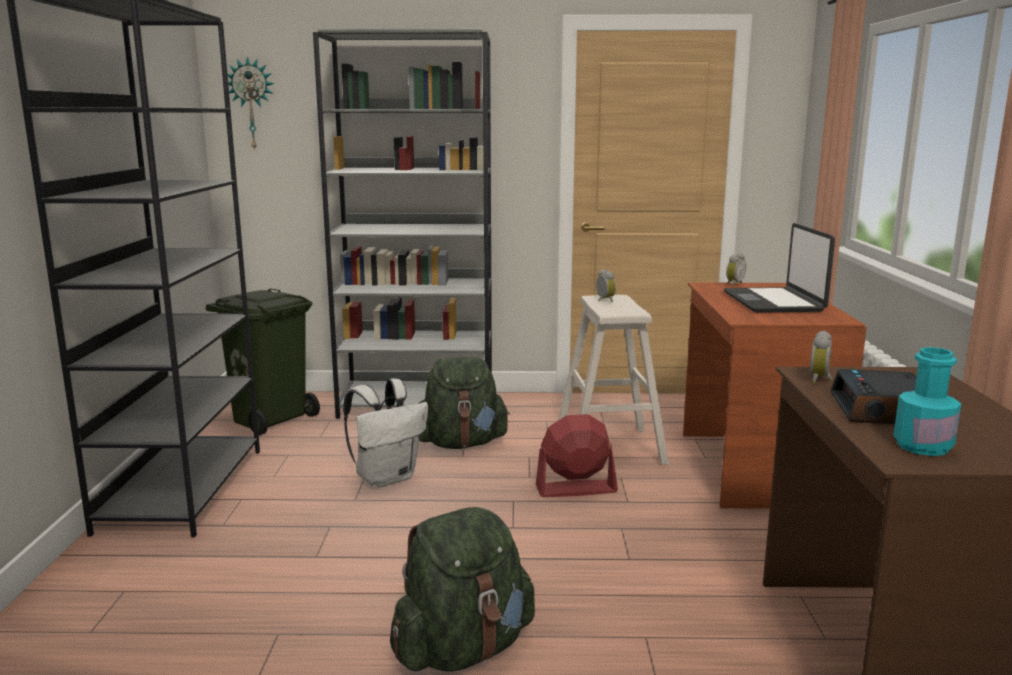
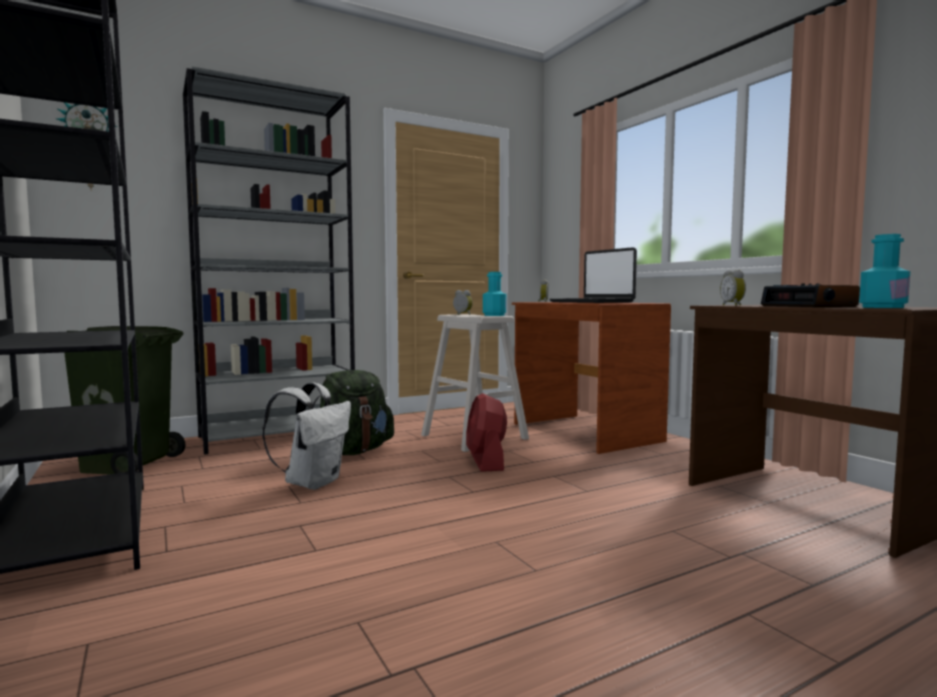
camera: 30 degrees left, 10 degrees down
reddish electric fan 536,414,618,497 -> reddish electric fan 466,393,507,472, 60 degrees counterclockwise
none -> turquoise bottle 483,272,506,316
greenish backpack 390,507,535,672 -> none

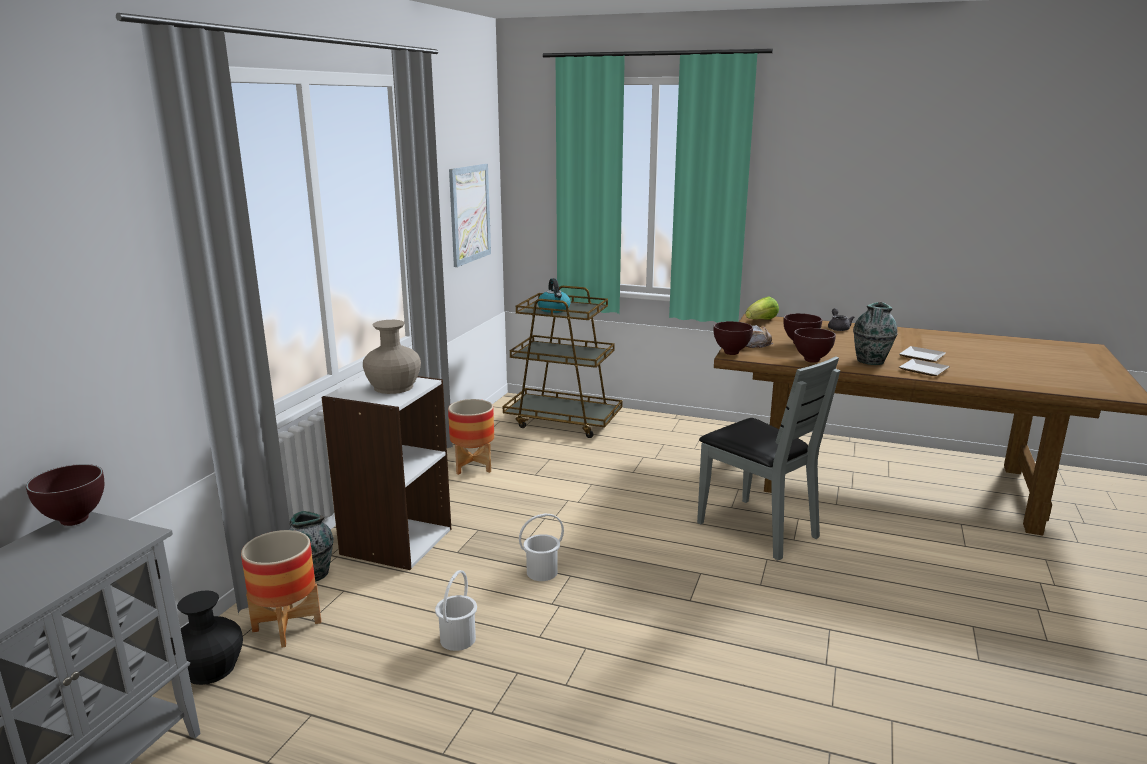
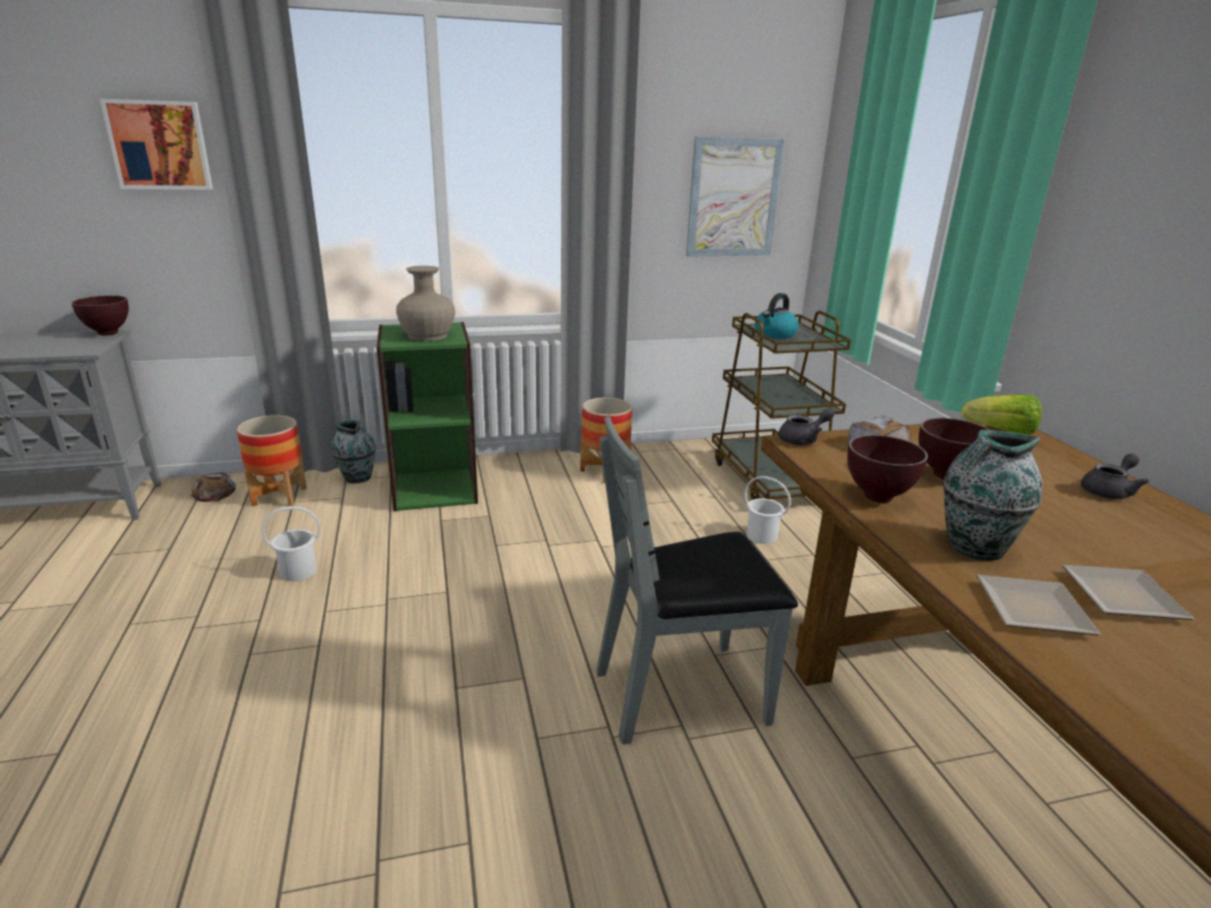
camera: 55 degrees right, 5 degrees up
none -> wall art 100,99,213,190
blackish flower vase 177,590,243,685 -> bread 190,472,236,502
whitish shelving unit 322,375,451,570 -> greenish shelving unit 376,322,478,511
gray upright chair 697,356,840,560 -> gray upright chair 596,416,798,745, 60 degrees clockwise
whitish pail 519,514,564,581 -> whitish pail 744,476,791,544, moved
brownish bowl 714,321,753,355 -> gray teapot 778,408,834,445

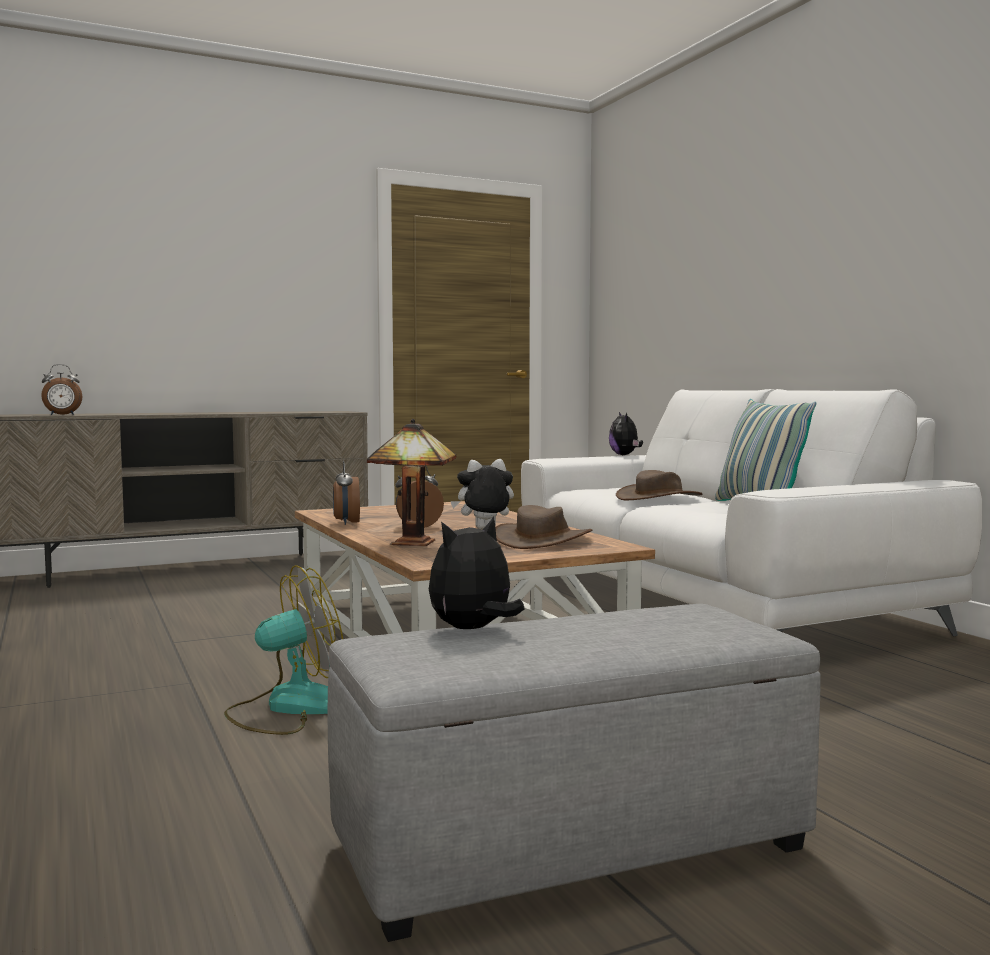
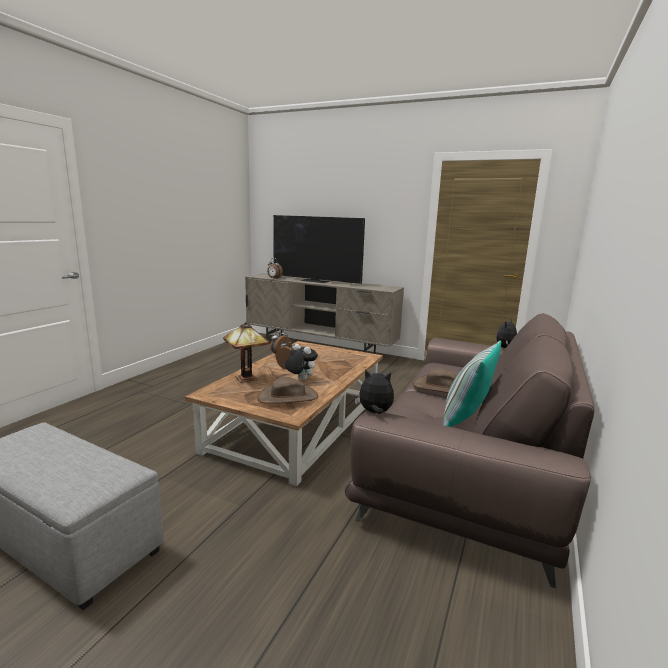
camera: 50 degrees right, 10 degrees up
none -> TV 273,215,365,284
whitish settee 521,389,982,636 -> brownish settee 345,313,594,588
plush toy 429,516,525,629 -> plush toy 355,369,394,414, moved
electric fan 224,565,343,735 -> none

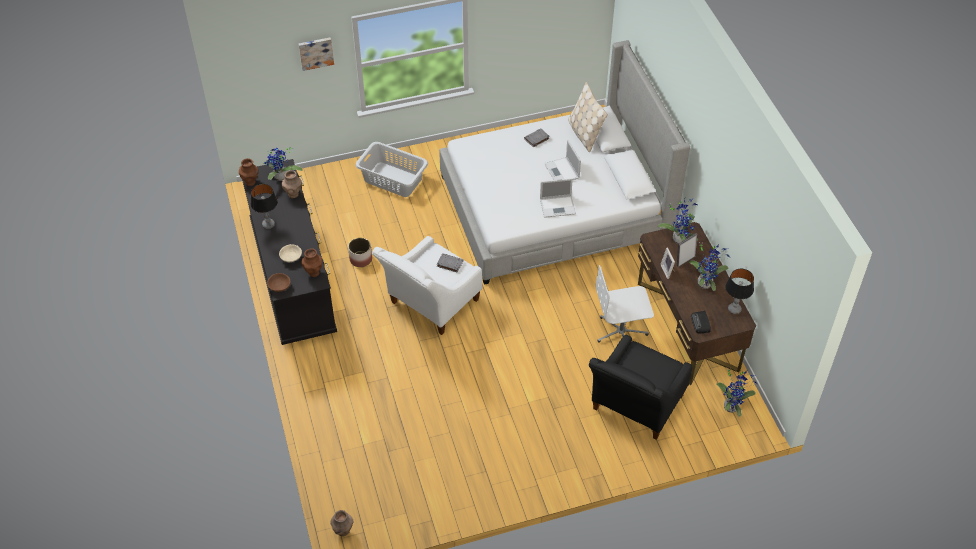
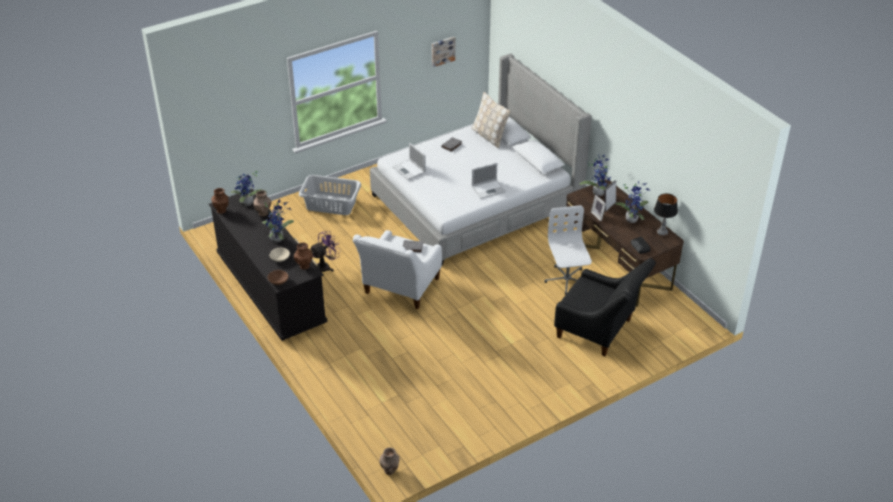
camera: 15 degrees left, 10 degrees down
plant in a pot 716,369,757,417 -> plant in a pot 262,199,294,243, moved
planter 348,238,372,267 -> purple electric fan 310,231,340,272
notebook computer 544,140,581,180 -> notebook computer 393,143,426,180, moved
wall art 298,38,334,71 -> wall art 432,37,455,67, moved
whitish desk chair 595,265,654,343 -> whitish desk chair 544,205,592,295, 105 degrees clockwise
blackish lounge chair 589,335,692,440 -> blackish lounge chair 554,258,656,356, 75 degrees counterclockwise
tabletop lamp 251,184,278,229 -> none

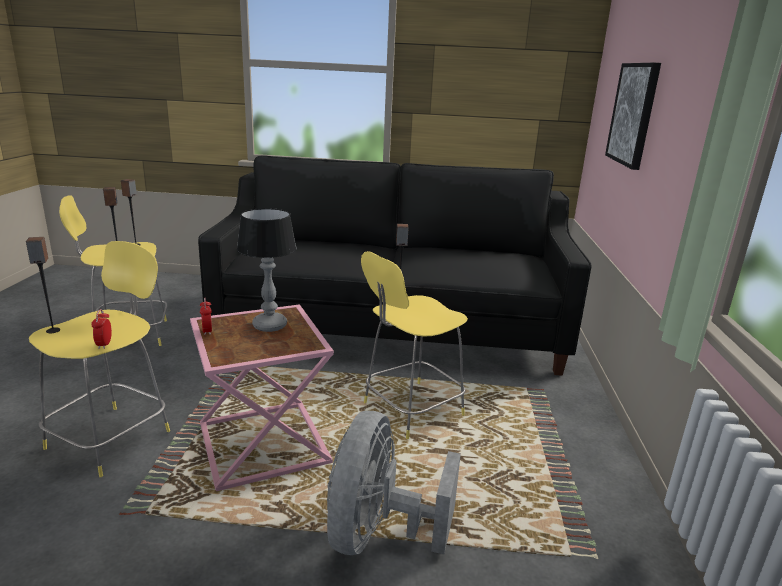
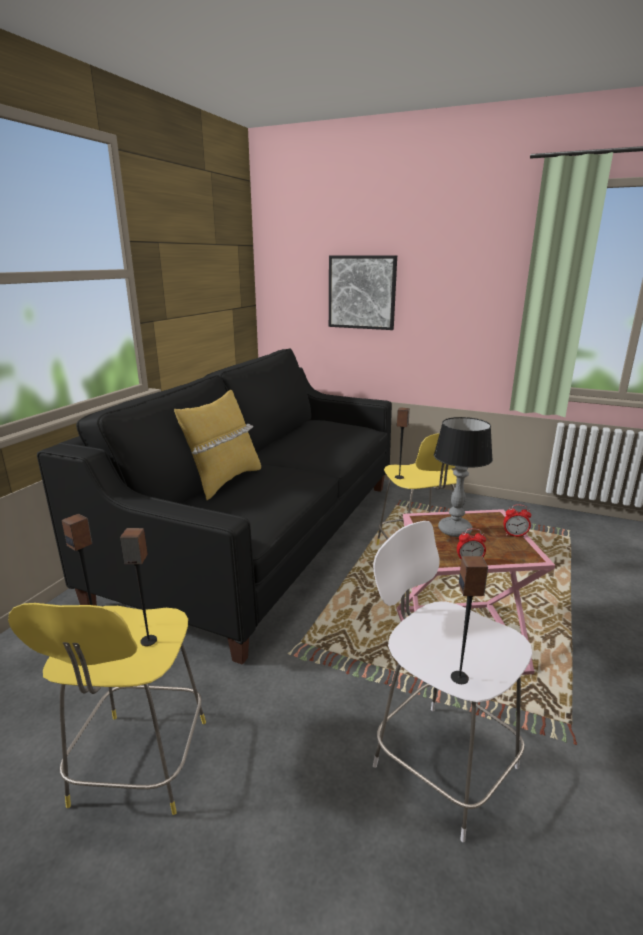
camera: 70 degrees left, 0 degrees up
none -> yellow cushion 174,390,261,500
yellow stool seat 29,241,170,477 -> whitish stool seat 373,521,532,842
alarm clock 92,309,112,349 -> alarm clock 503,504,531,537, moved
gray electric fan 327,411,461,555 -> none

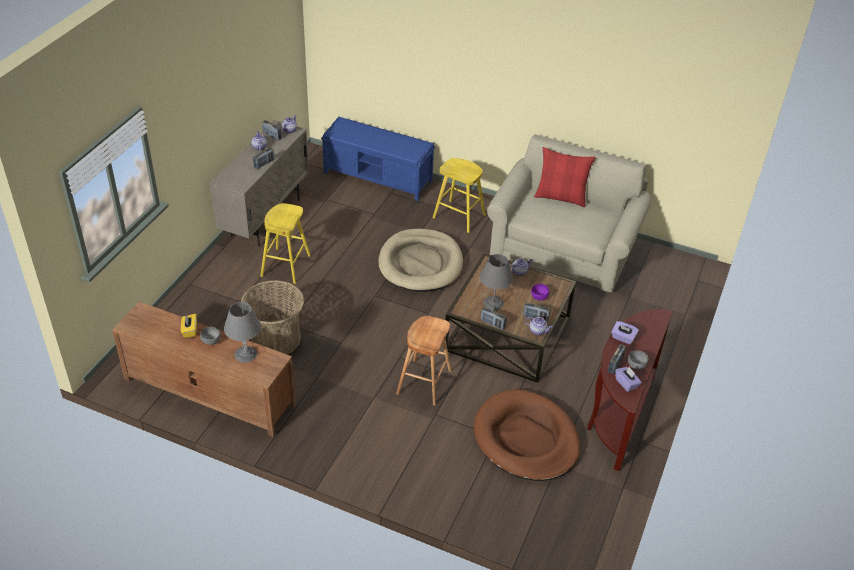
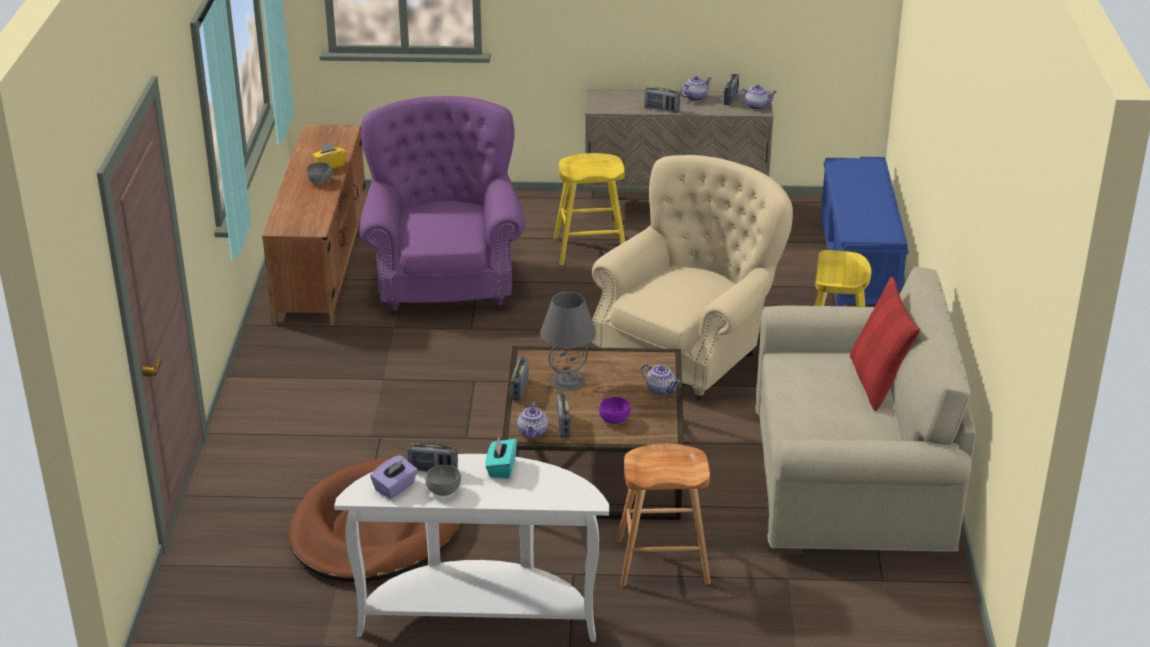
camera: 70 degrees right, 10 degrees down
brownish console table 588,309,673,471 -> whitish console table 334,454,609,642
basket 241,280,304,354 -> purple lounge chair 360,96,525,315
purple box of tissues 611,321,639,344 -> turquoise box of tissues 485,436,517,479
sand-coloured dog cushion 378,229,463,292 -> sand-coloured lounge chair 592,155,793,400
brownish stool seat 396,316,452,406 -> brownish stool seat 616,444,711,587, moved
gray tabletop lamp 224,302,261,363 -> none

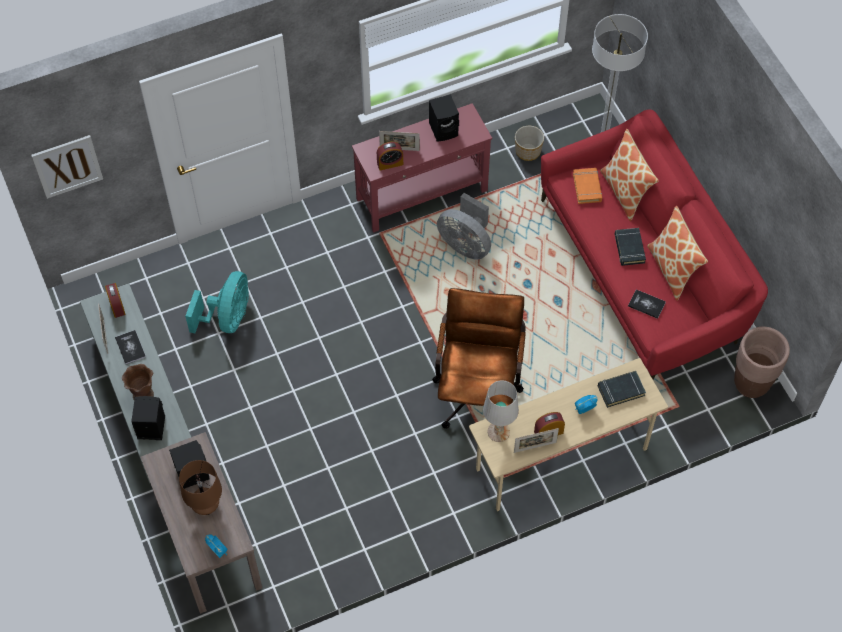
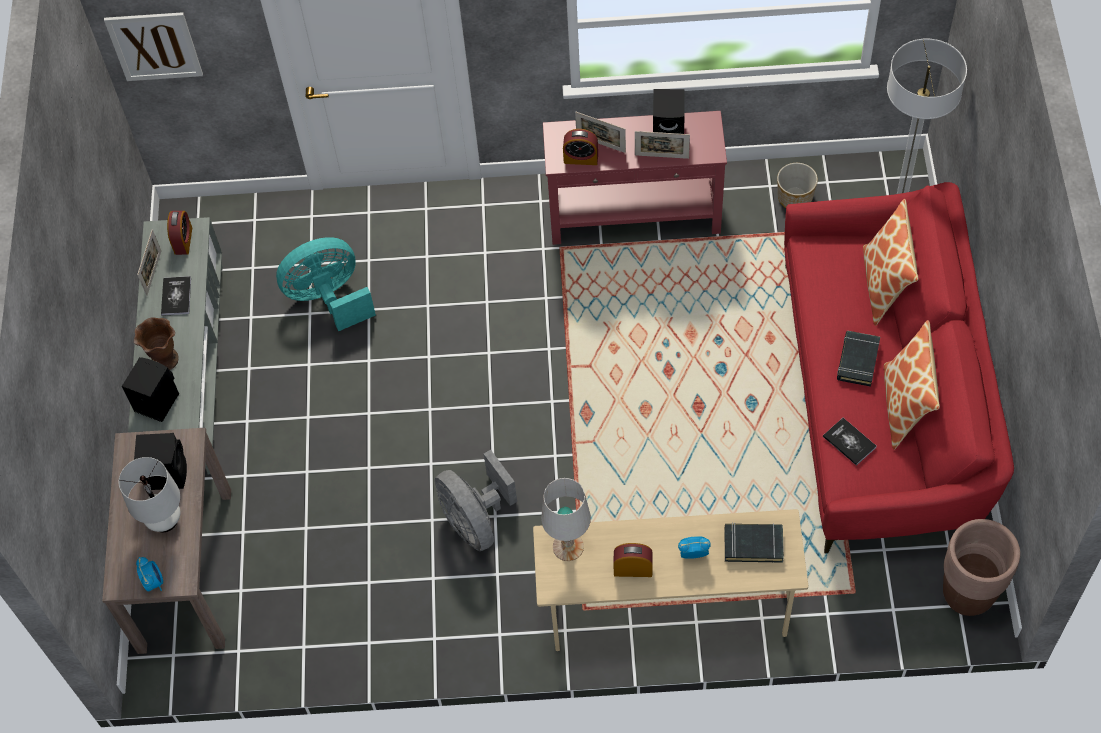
camera: 25 degrees right, 0 degrees up
brownish tabletop lamp 179,460,222,515 -> whitish tabletop lamp 118,457,180,532
turquoise electric fan 185,271,249,333 -> turquoise electric fan 276,237,376,331, 150 degrees counterclockwise
gray electric fan 437,193,491,260 -> gray electric fan 435,450,517,551, moved
picture frame 514,428,559,453 -> picture frame 635,131,690,159, moved
brownish desk chair 432,288,526,429 -> none
orangey volume 573,168,602,204 -> none

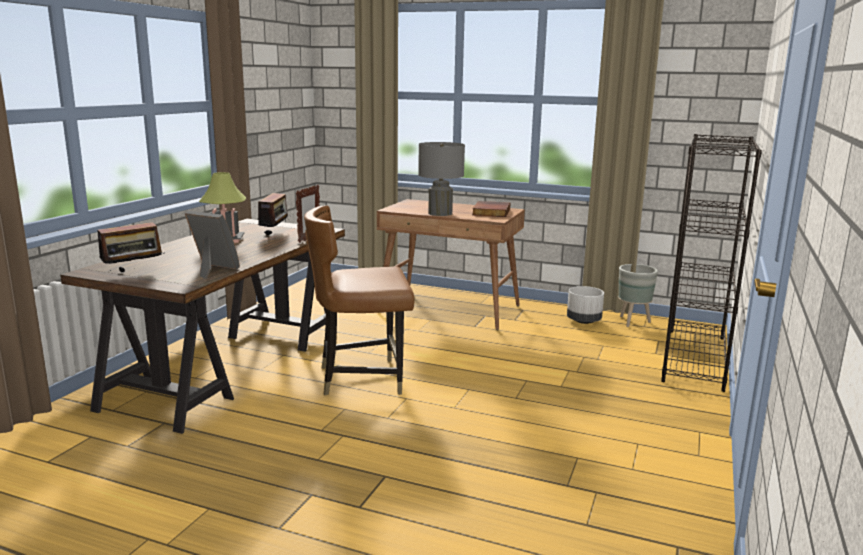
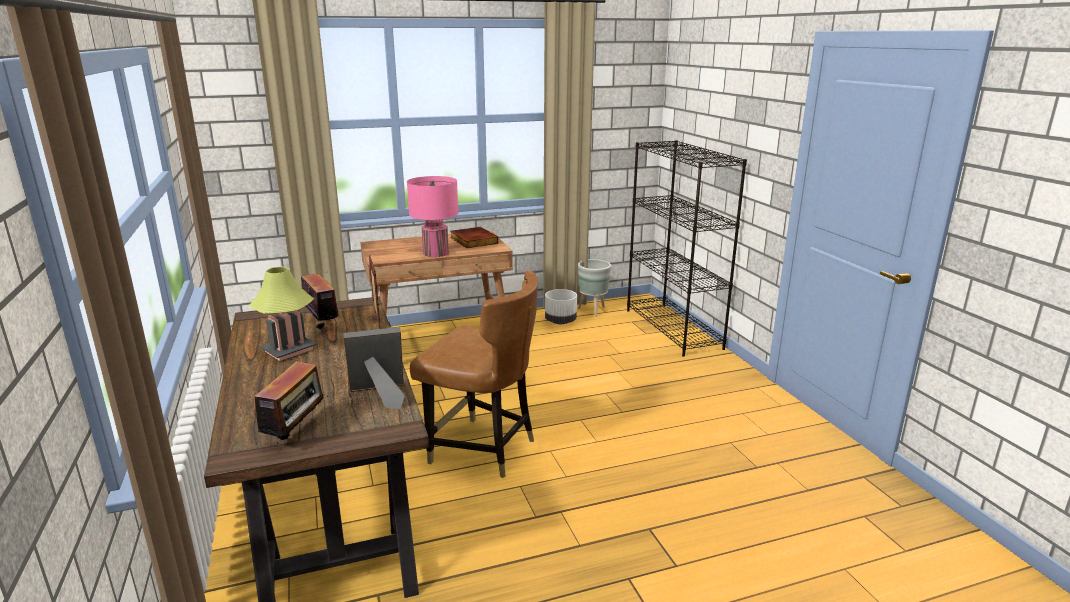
camera: 40 degrees left, 5 degrees up
gray tabletop lamp 418,142,465,216 -> pinkish tabletop lamp 407,176,458,257
brownish upright chair 304,205,415,395 -> brownish upright chair 410,271,538,478, 105 degrees counterclockwise

